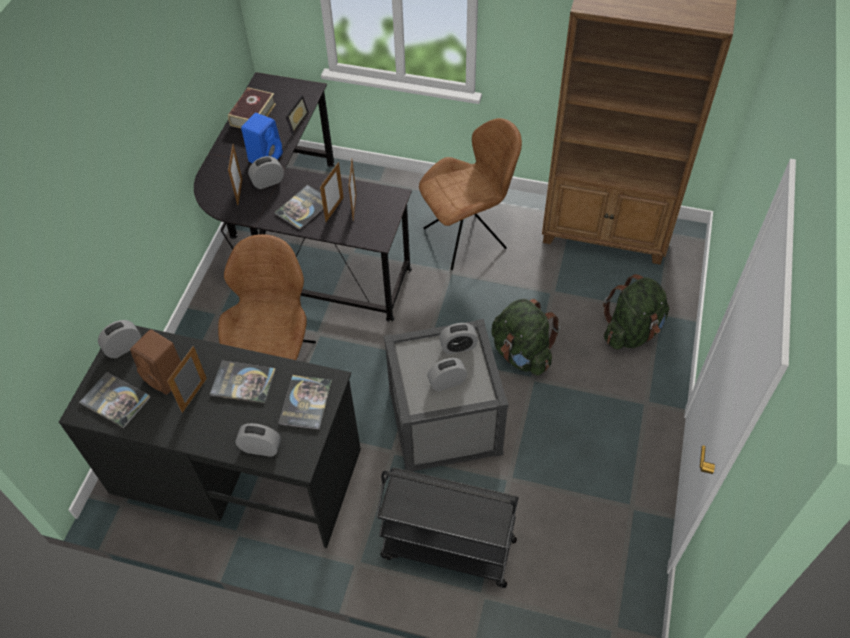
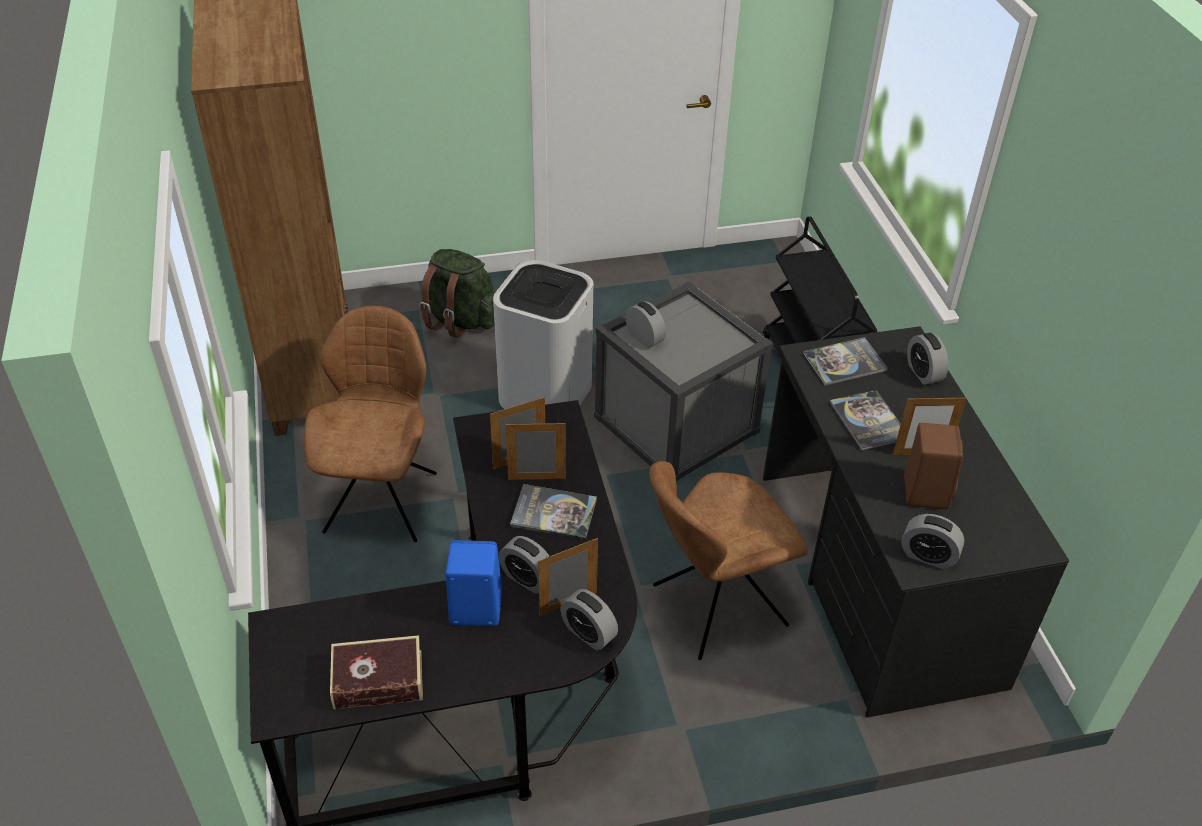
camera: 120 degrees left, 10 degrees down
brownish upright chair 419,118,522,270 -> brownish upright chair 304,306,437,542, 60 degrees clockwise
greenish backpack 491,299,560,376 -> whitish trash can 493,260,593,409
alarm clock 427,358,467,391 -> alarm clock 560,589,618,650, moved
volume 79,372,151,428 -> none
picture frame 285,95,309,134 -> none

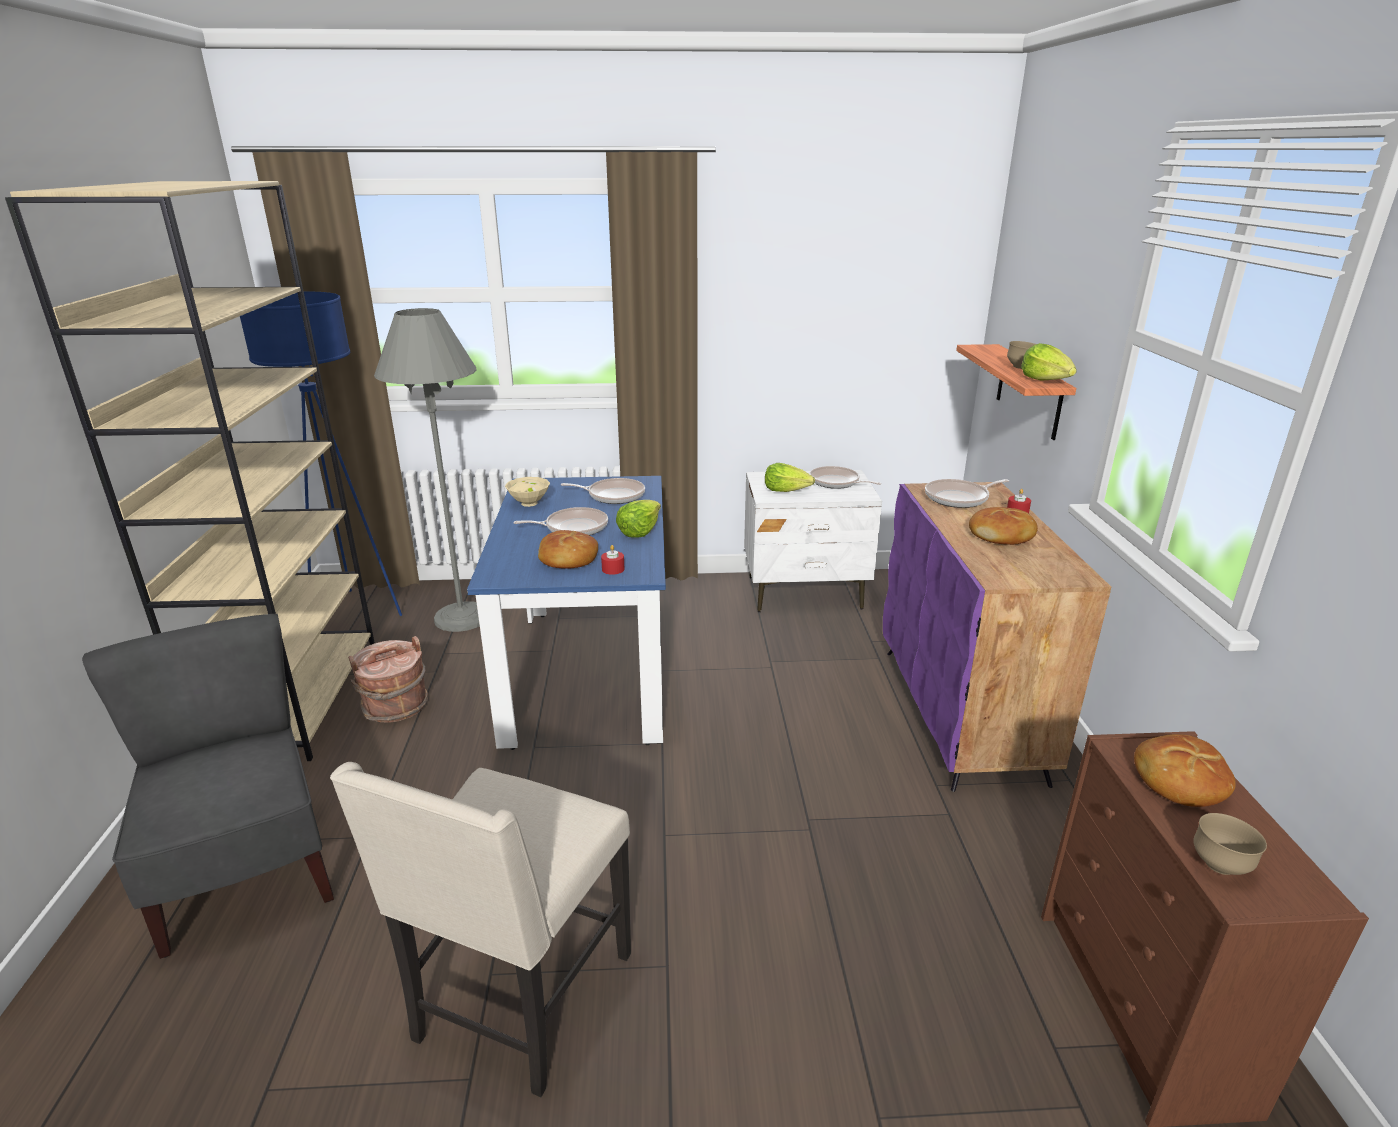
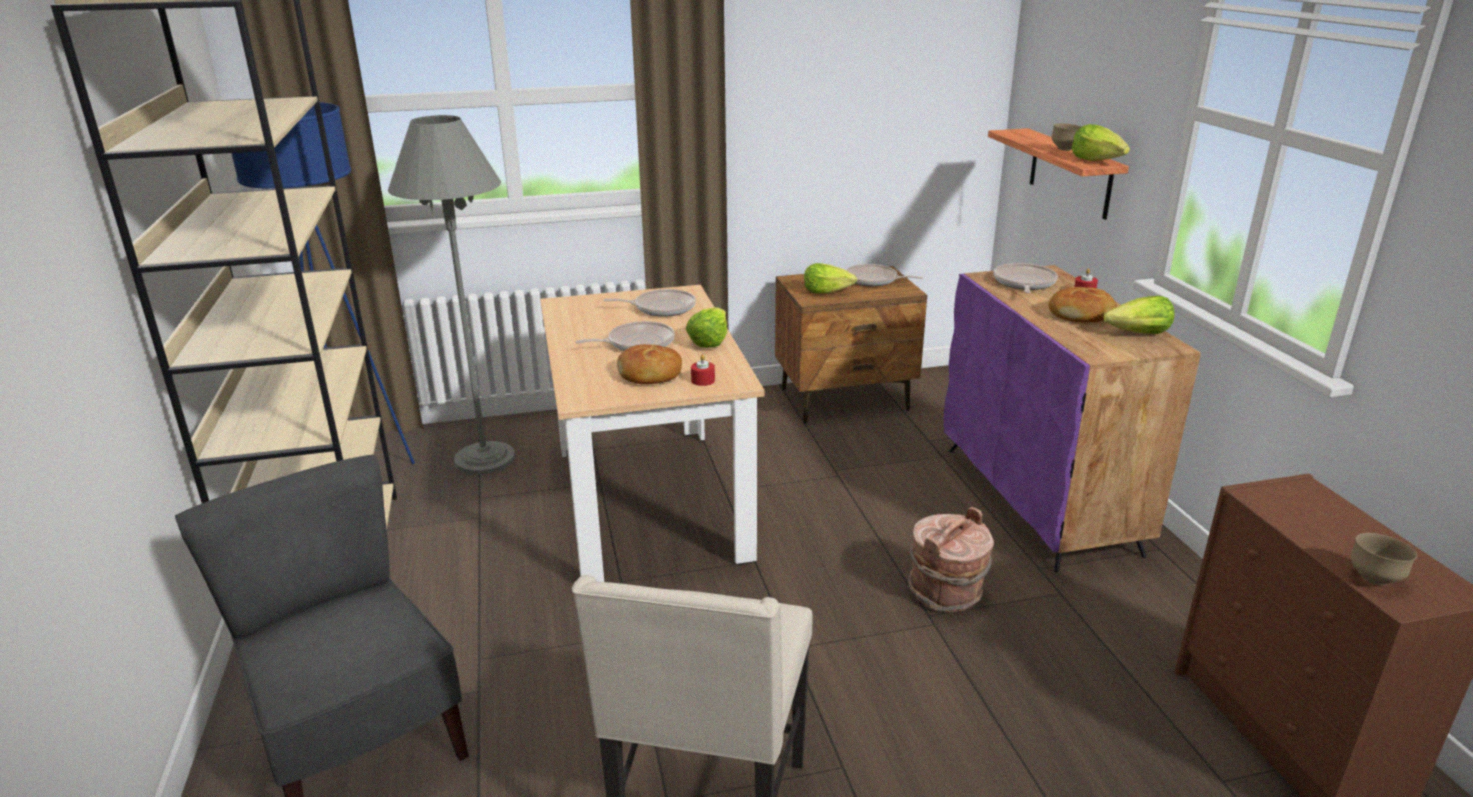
camera: 10 degrees left, 0 degrees up
blue-coloured dinner table 467,476,666,750 -> sand-coloured dinner table 540,285,765,582
whitish nightstand 744,470,882,612 -> brownish nightstand 775,266,927,423
brownish pail 348,636,428,722 -> brownish pail 908,507,994,612, moved
skillet 925,479,1009,508 -> skillet 993,263,1058,293, 135 degrees clockwise
none -> lettuce 1103,296,1174,334
sand-coloured bowl 505,477,550,507 -> none
bread 1134,734,1236,807 -> none

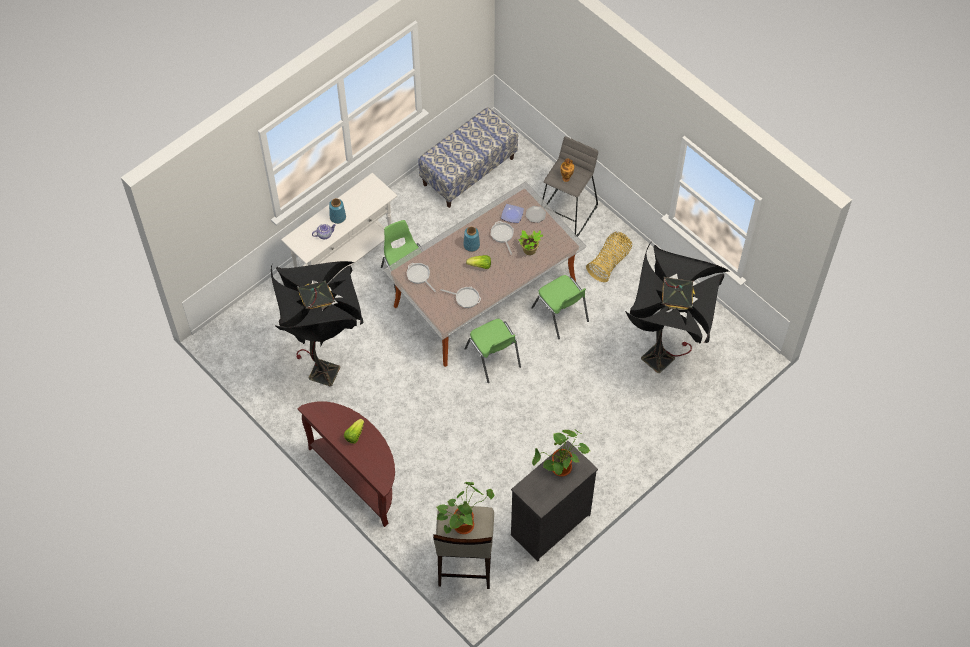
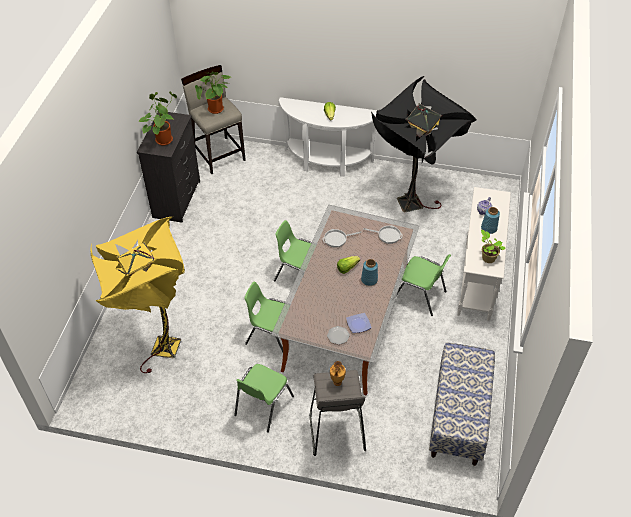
camera: 145 degrees right, 10 degrees down
blackish standing lamp 625,241,729,373 -> yellow standing lamp 91,217,185,373
basket 586,232,632,282 -> greenish upright chair 234,364,294,433
brownish console table 297,401,395,527 -> whitish console table 279,97,377,177
plant in a pot 518,230,544,255 -> plant in a pot 481,230,506,263, moved
skillet 490,221,514,255 -> none

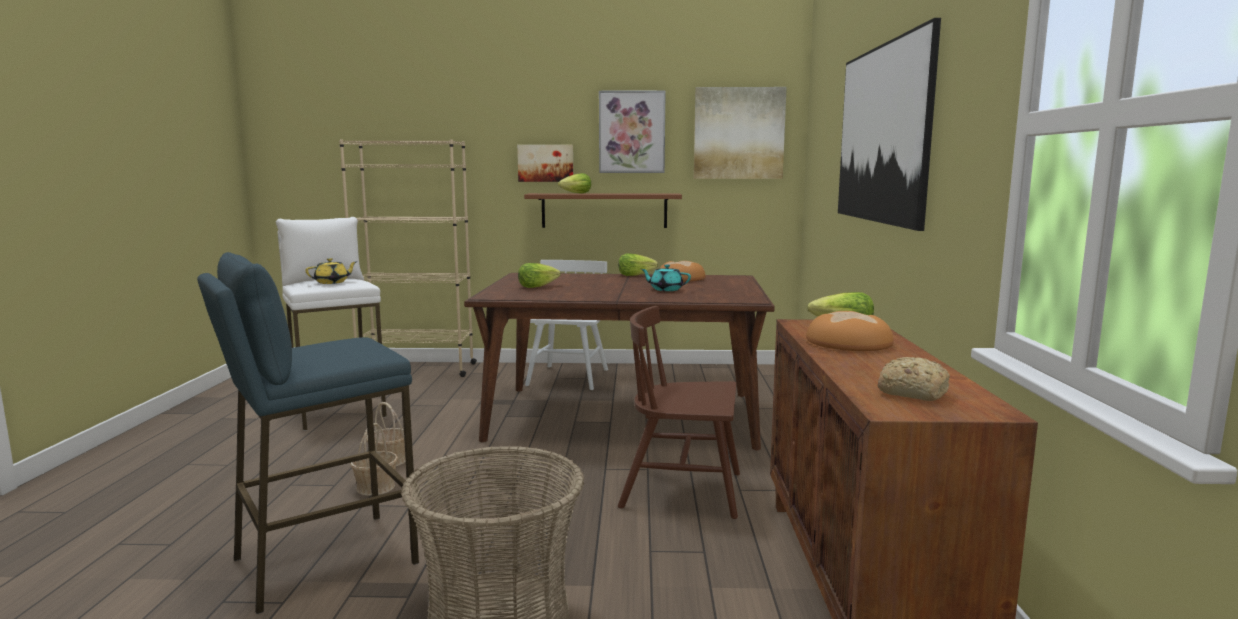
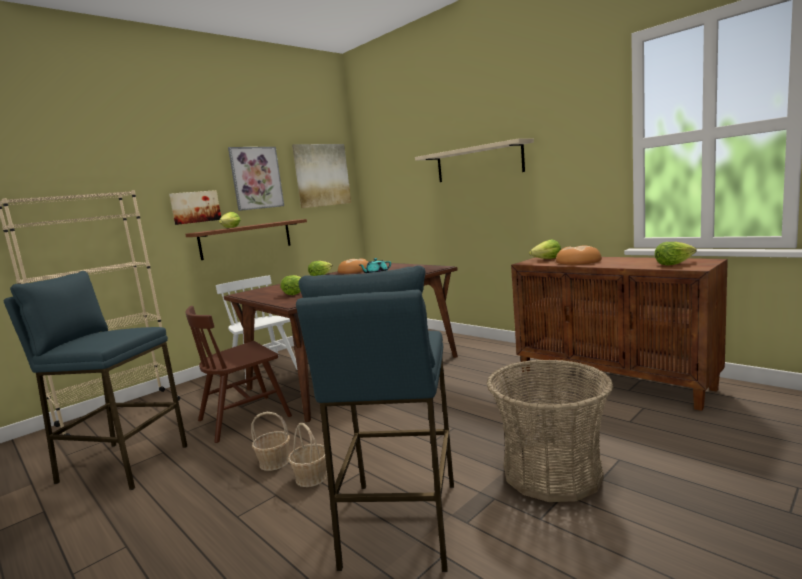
camera: 45 degrees left, 0 degrees up
whitish stool seat 276,217,387,431 -> blue-coloured stool seat 4,271,187,490
brownish upright chair 618,306,740,519 -> brownish upright chair 185,306,292,443, moved
wall art 838,18,941,231 -> sand-coloured shelf 415,138,534,182
bread 878,357,950,401 -> lettuce 654,242,696,266
yellow teapot 305,258,356,284 -> none

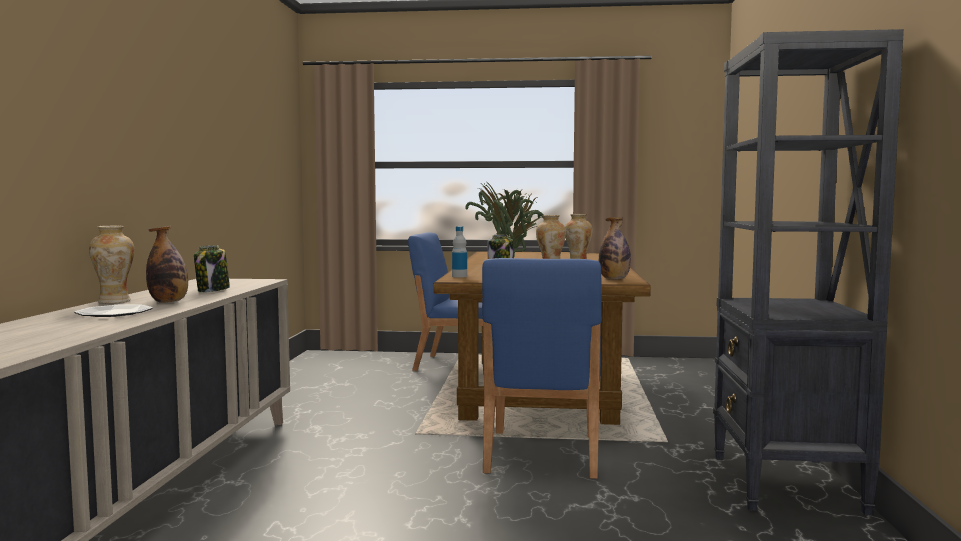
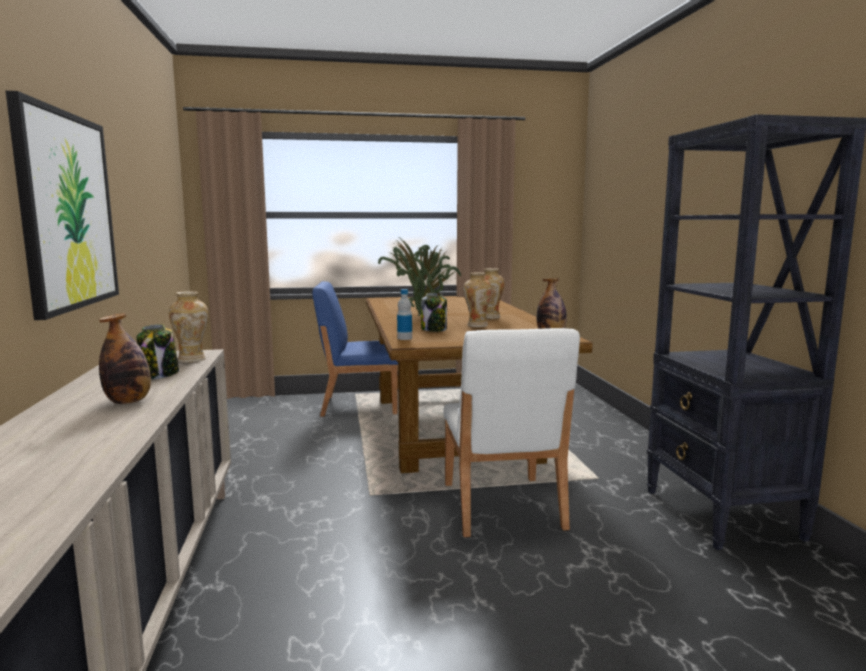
camera: 15 degrees left, 5 degrees up
none -> wall art 6,91,119,320
flower vase 89,226,134,304 -> flower vase 169,291,208,363, moved
blue-coloured upright chair 482,258,602,479 -> whitish upright chair 443,328,580,537
dinner plate 74,305,153,317 -> none

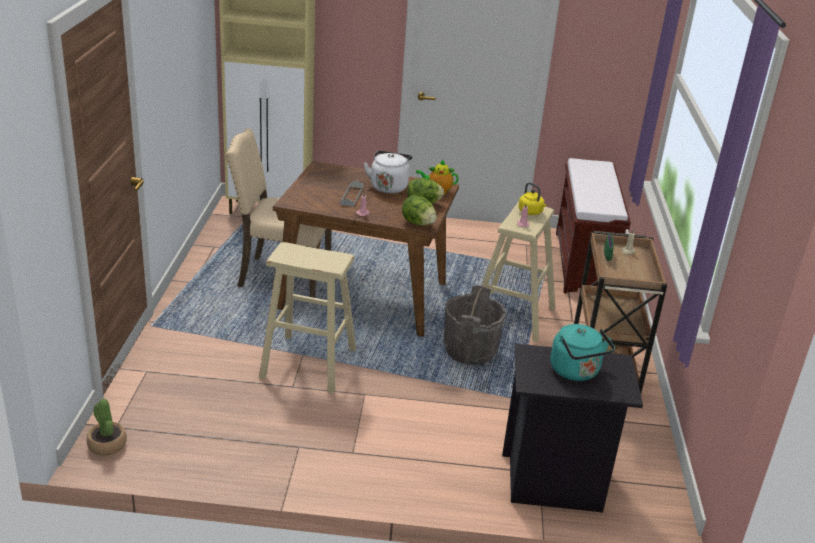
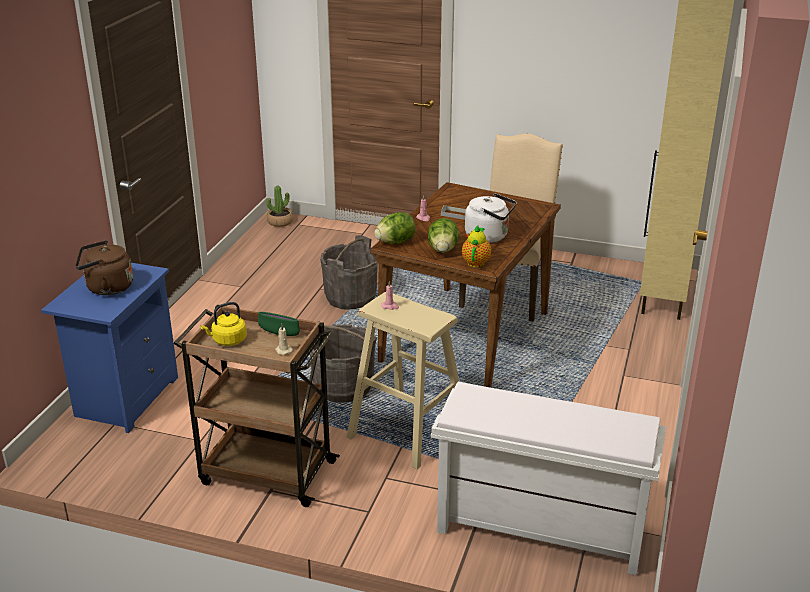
camera: 105 degrees right, 0 degrees up
blackish nightstand 502,343,643,513 -> blue-coloured nightstand 41,263,178,433
turquoise tea kettle 550,324,615,381 -> brownish tea kettle 76,240,133,295
yellow tea kettle 518,182,547,215 -> yellow tea kettle 201,302,247,346, moved
sand-coloured stool seat 259,242,356,394 -> gray pail 320,235,378,310
brownish bench 556,158,631,293 -> whitish bench 431,382,666,575

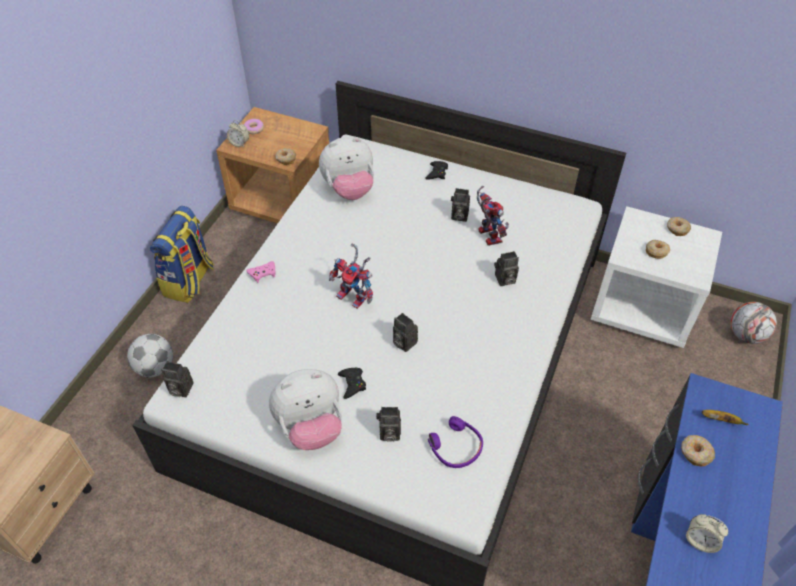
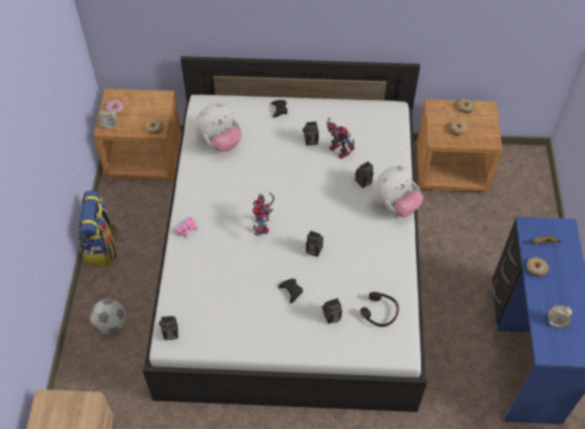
camera: 20 degrees left, 5 degrees up
robot figure 329,244,373,309 -> robot figure 252,192,274,236, 75 degrees clockwise
purple pair of headphones 428,416,483,468 -> blackish pair of headphones 360,292,399,327
plush toy 269,369,342,450 -> plush toy 371,166,423,217, moved
whitish nightstand 590,206,722,348 -> brownish nightstand 417,99,502,191
football 730,302,777,344 -> none

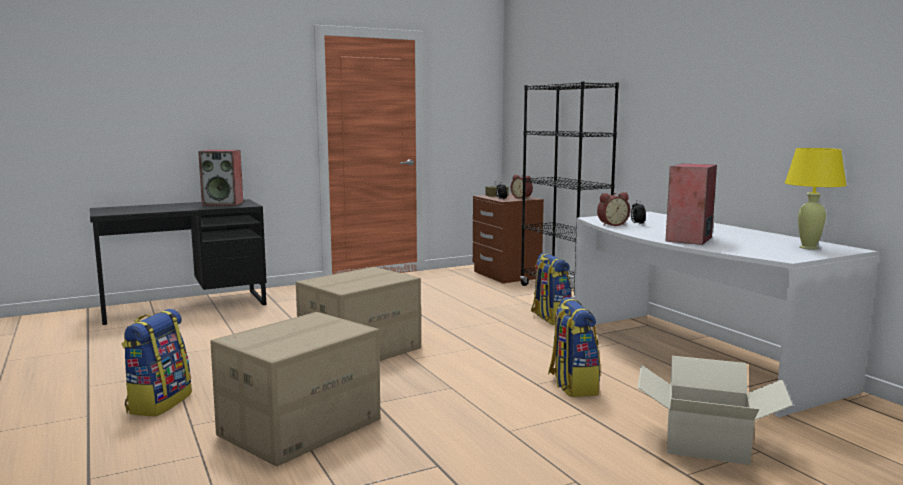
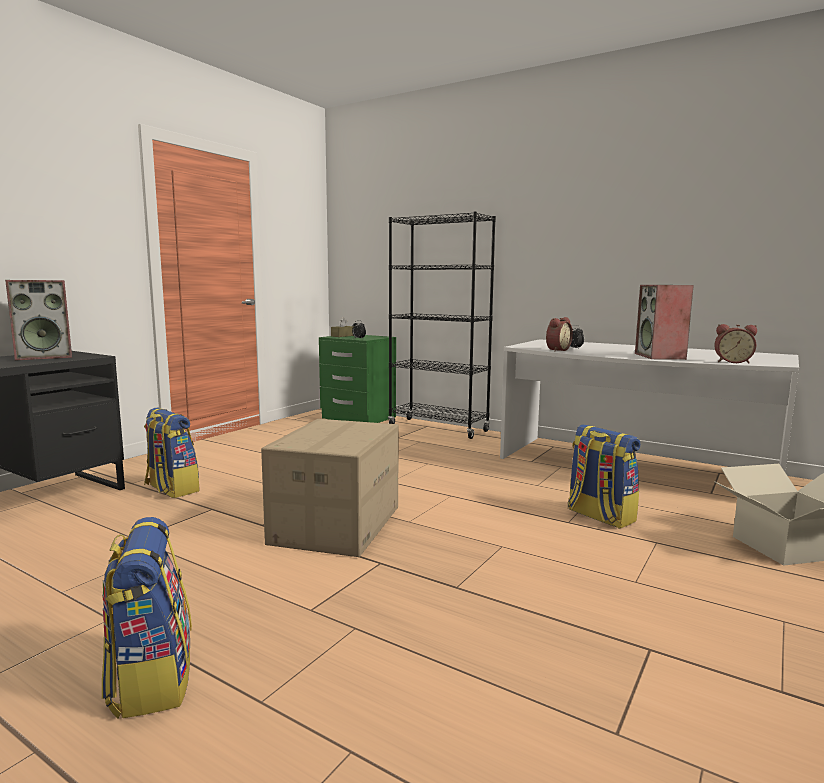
camera: 30 degrees left, 0 degrees up
backpack 531,253,572,325 -> backpack 144,408,200,498, moved
brownish nightstand 473,194,544,283 -> greenish nightstand 319,335,396,423
alarm clock 511,175,533,199 -> alarm clock 714,324,757,363, moved
packing box 210,312,380,466 -> none
yellow tabletop lamp 785,148,847,250 -> none

